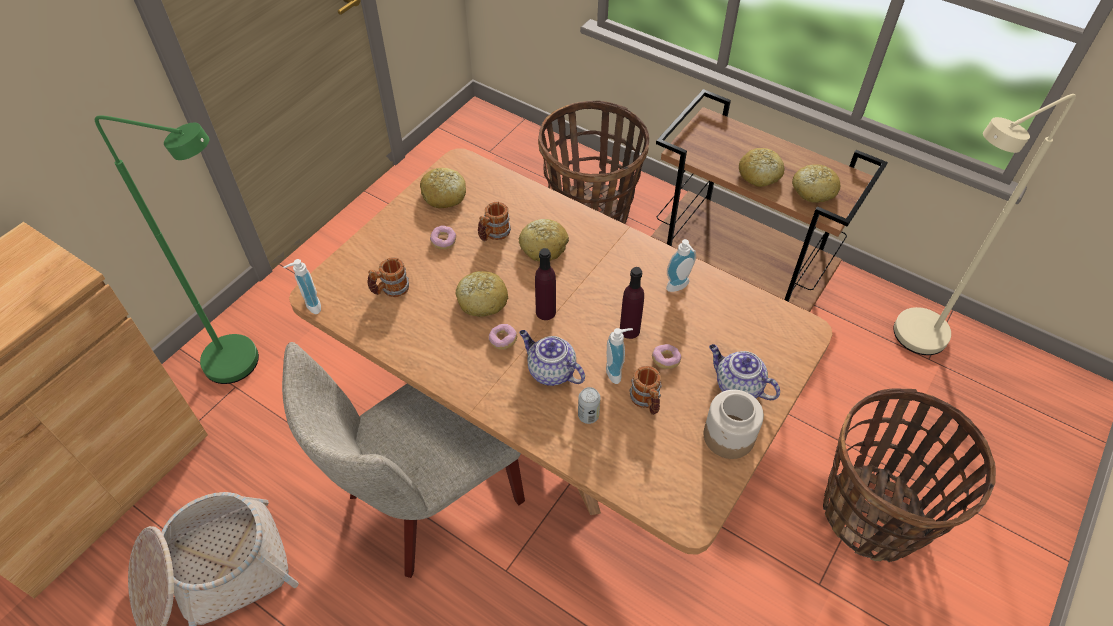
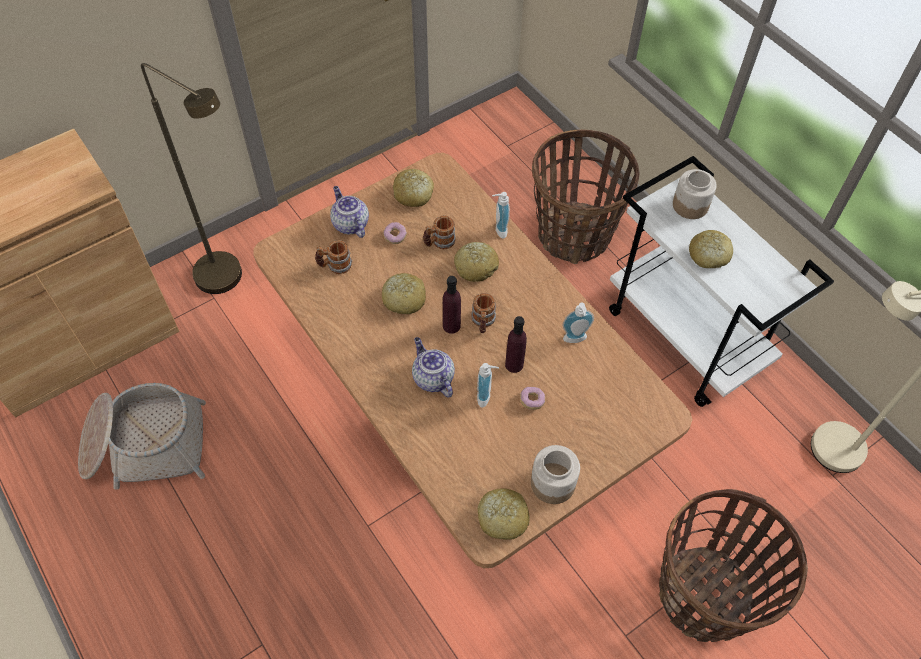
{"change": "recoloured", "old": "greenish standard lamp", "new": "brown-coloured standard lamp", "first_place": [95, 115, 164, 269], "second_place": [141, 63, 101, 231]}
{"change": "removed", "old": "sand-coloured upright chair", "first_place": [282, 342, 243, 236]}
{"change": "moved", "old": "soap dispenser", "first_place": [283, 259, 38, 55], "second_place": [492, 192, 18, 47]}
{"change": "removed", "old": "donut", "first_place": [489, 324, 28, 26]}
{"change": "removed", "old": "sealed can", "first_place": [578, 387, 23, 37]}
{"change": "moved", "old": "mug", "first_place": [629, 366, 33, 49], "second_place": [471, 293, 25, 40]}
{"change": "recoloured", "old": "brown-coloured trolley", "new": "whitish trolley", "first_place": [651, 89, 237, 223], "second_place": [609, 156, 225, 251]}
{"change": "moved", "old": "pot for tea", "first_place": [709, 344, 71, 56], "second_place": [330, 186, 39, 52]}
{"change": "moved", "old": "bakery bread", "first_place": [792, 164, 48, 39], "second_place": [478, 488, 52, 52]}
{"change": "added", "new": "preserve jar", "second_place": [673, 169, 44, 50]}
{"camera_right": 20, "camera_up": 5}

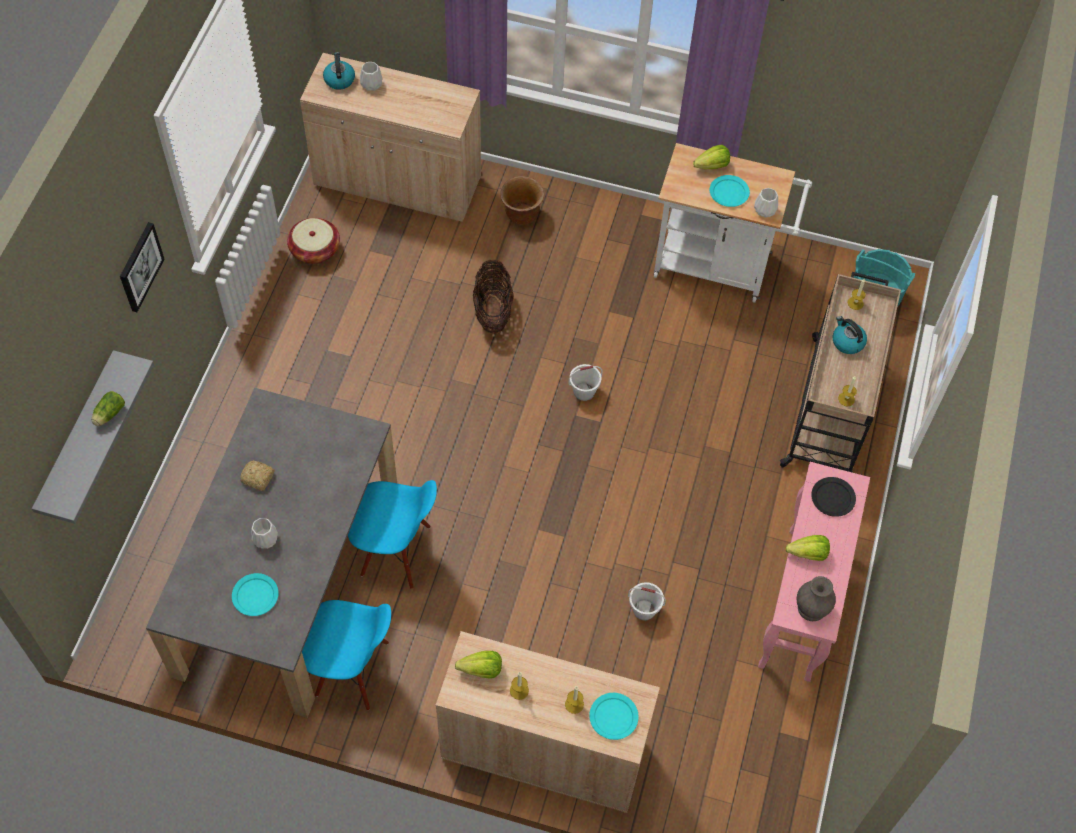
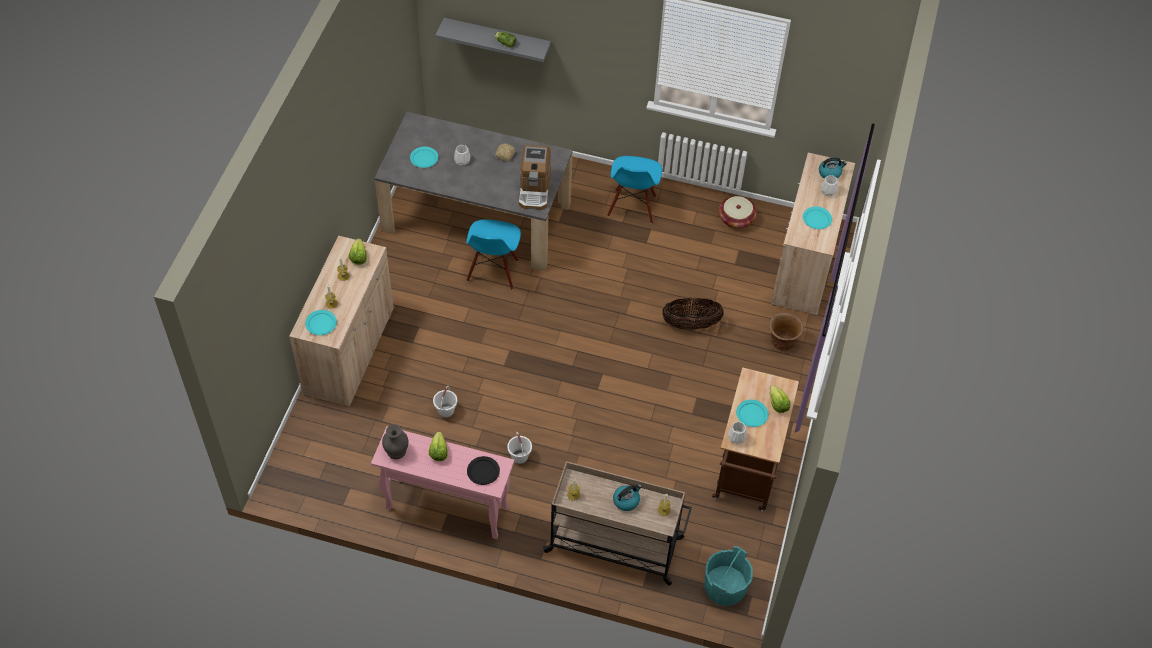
{"change": "removed", "old": "wall art", "first_place": [120, 222, 44, 90]}
{"change": "moved", "old": "blue upright chair", "first_place": [302, 600, 89, 111], "second_place": [607, 156, 55, 68]}
{"change": "moved", "old": "whitish pail", "first_place": [568, 364, 35, 37], "second_place": [507, 432, 25, 32]}
{"change": "recoloured", "old": "whitish trolley", "new": "brown-coloured trolley", "first_place": [654, 143, 158, 160], "second_place": [712, 367, 87, 144]}
{"change": "added", "new": "coffee machine", "second_place": [519, 145, 32, 65]}
{"change": "added", "new": "turquoise plate", "second_place": [803, 206, 29, 23]}
{"camera_right": 90, "camera_up": -5}

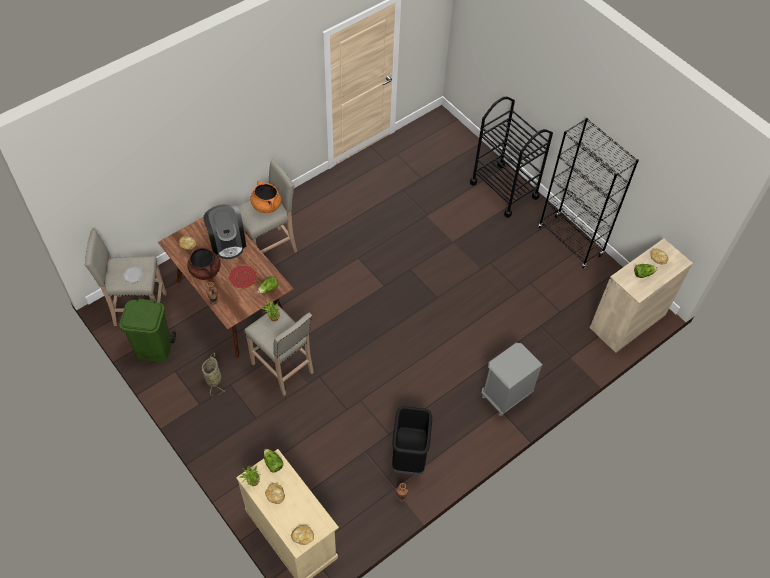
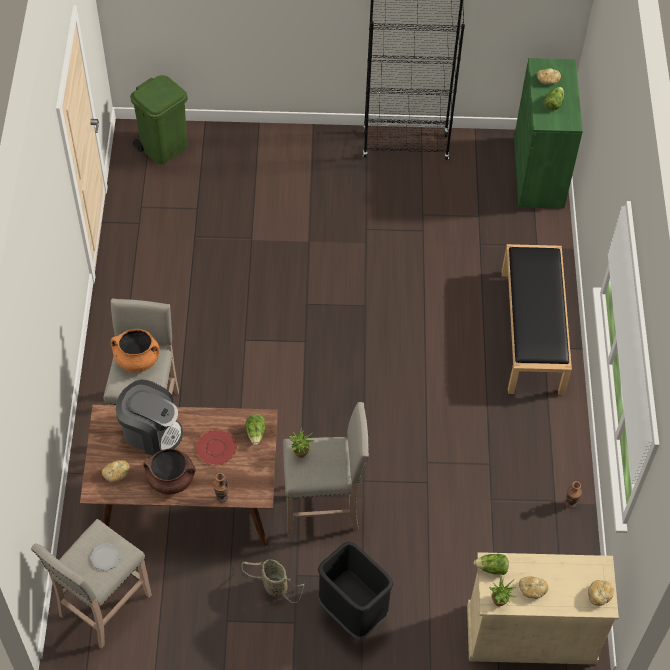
{"change": "moved", "old": "greenish waste bin", "first_place": [119, 299, 57, 63], "second_place": [130, 75, 58, 89]}
{"change": "moved", "old": "black waste bin", "first_place": [392, 406, 40, 69], "second_place": [318, 541, 75, 99]}
{"change": "removed", "old": "black trolley", "first_place": [470, 96, 83, 122]}
{"change": "replaced", "old": "greyish nightstand", "new": "black bench", "first_place": [481, 343, 62, 73], "second_place": [502, 244, 70, 151]}
{"change": "recoloured", "old": "sand-coloured storage cabinet", "new": "greenish storage cabinet", "first_place": [590, 238, 103, 115], "second_place": [514, 58, 69, 151]}
{"camera_right": -50, "camera_up": 0}

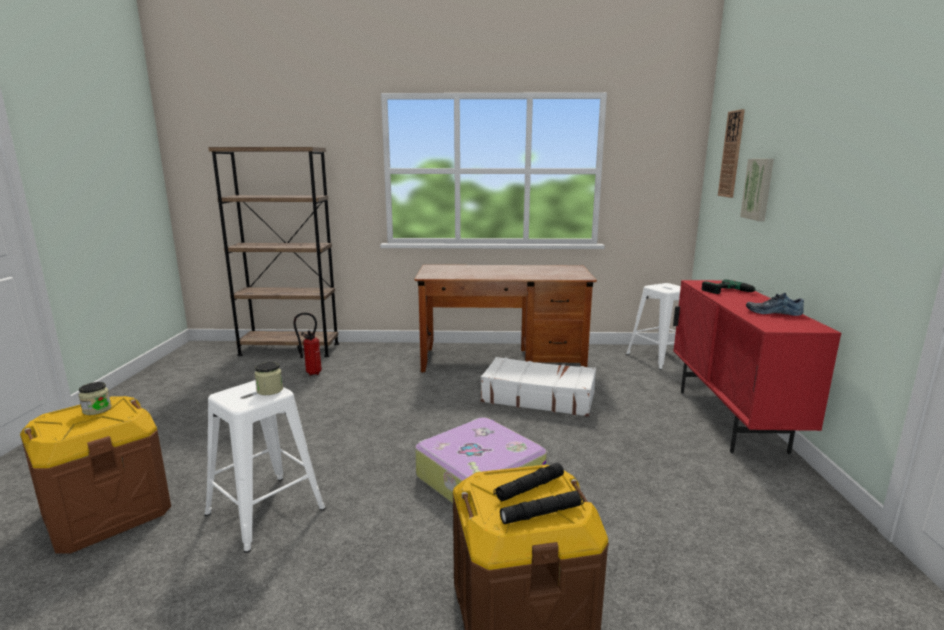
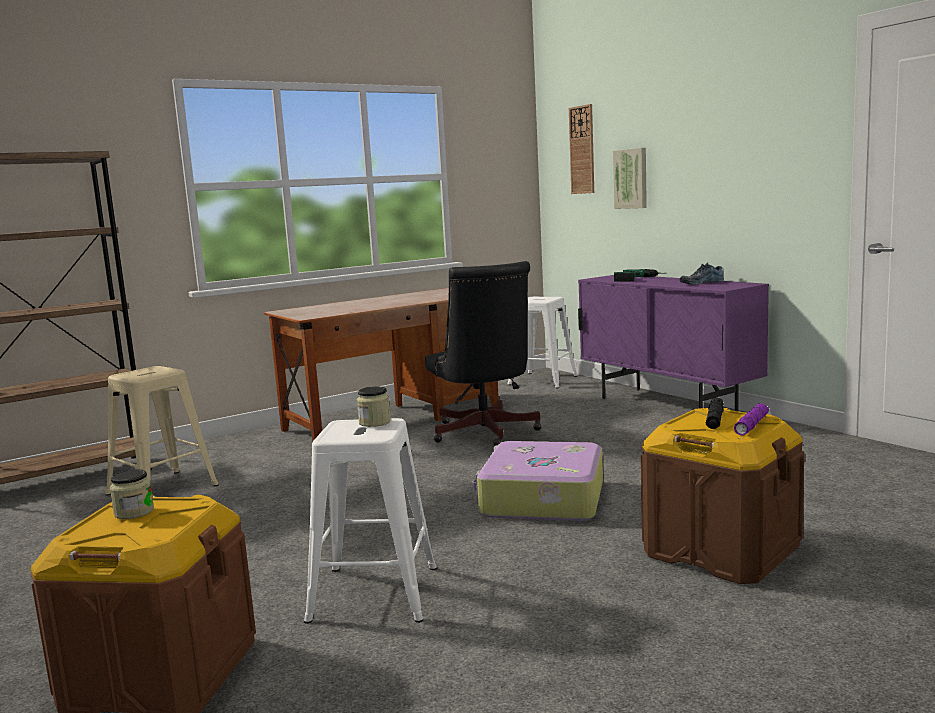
{"change": "replaced", "old": "fire-fighting cylinder", "new": "sand-coloured stool seat", "first_place": [294, 312, 28, 64], "second_place": [105, 366, 114, 130]}
{"change": "replaced", "old": "whitish travel case", "new": "black computer chair", "first_place": [481, 357, 115, 60], "second_place": [425, 261, 117, 185]}
{"change": "recoloured", "old": "black torch", "new": "purple torch", "first_place": [500, 490, 84, 34], "second_place": [734, 403, 35, 33]}
{"change": "recoloured", "old": "red storage cabinet", "new": "purple storage cabinet", "first_place": [673, 280, 168, 174], "second_place": [578, 275, 191, 136]}
{"camera_right": -35, "camera_up": -5}

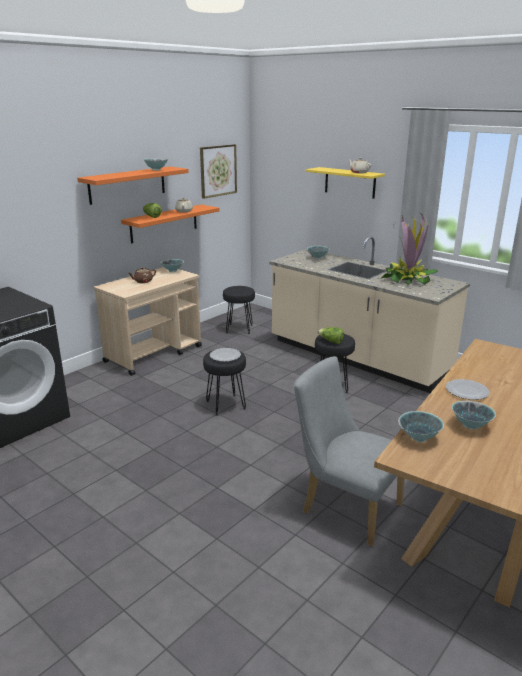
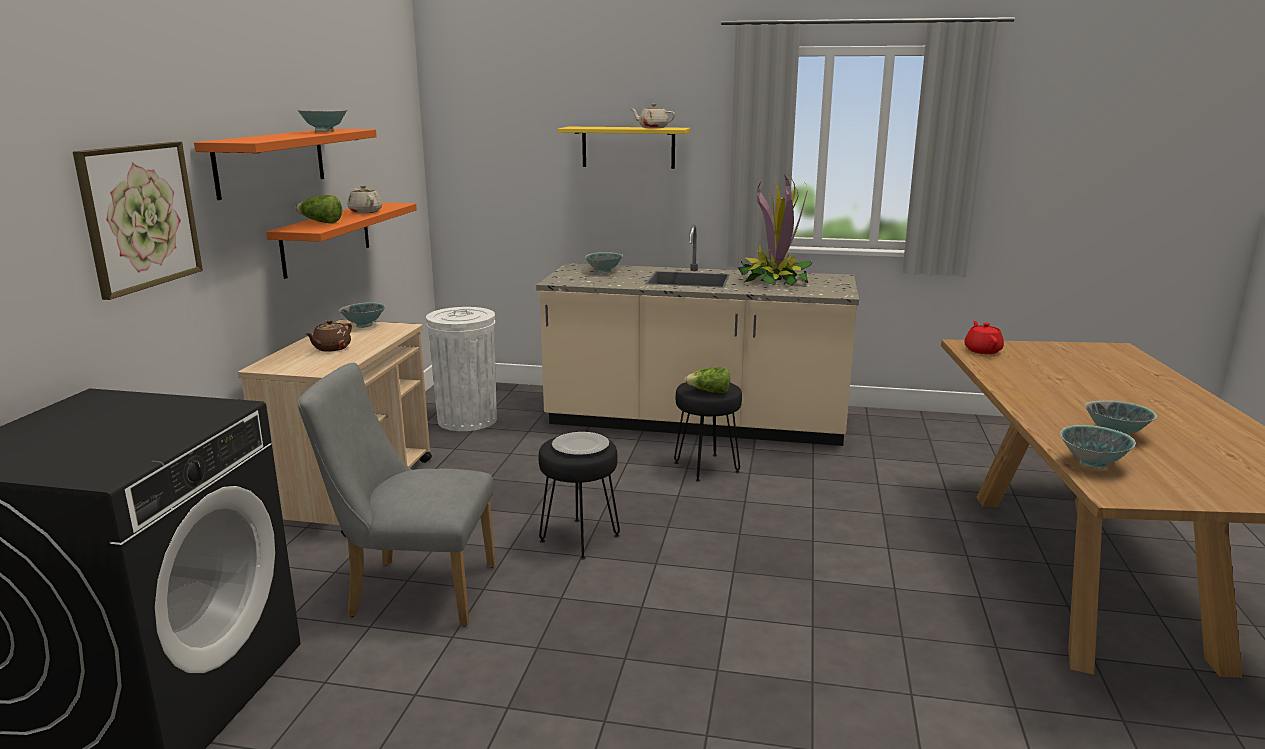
{"change": "moved", "old": "wall art", "first_place": [200, 144, 37, 55], "second_place": [73, 142, 130, 158]}
{"change": "replaced", "old": "black stool seat", "new": "whitish waste bin", "first_place": [223, 286, 32, 48], "second_place": [426, 307, 71, 124]}
{"change": "moved", "old": "greyish upright chair", "first_place": [294, 356, 111, 190], "second_place": [298, 362, 198, 265]}
{"change": "removed", "old": "plate", "first_place": [446, 379, 44, 21]}
{"change": "added", "new": "red pot for tea", "second_place": [964, 321, 40, 33]}
{"camera_right": -30, "camera_up": -5}

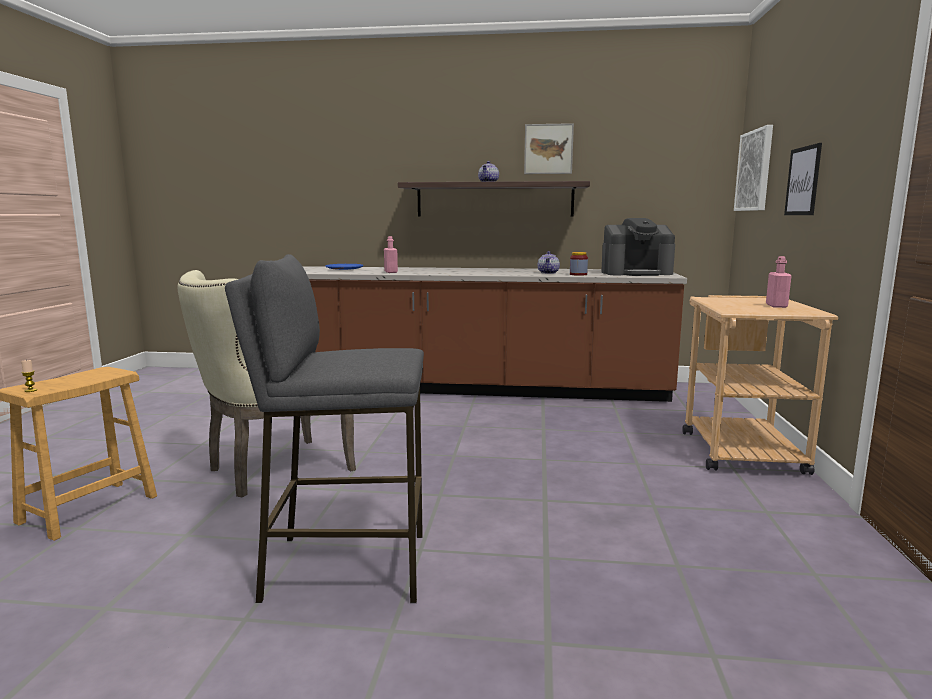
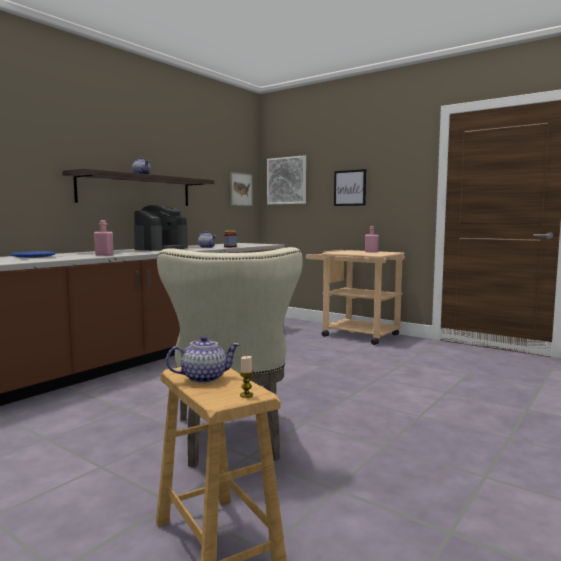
{"change": "removed", "old": "greyish stool seat", "first_place": [225, 254, 199, 349]}
{"change": "moved", "old": "wall art", "first_place": [524, 123, 50, 51], "second_place": [230, 172, 23, 34]}
{"change": "moved", "old": "coffee machine", "first_place": [601, 218, 74, 58], "second_place": [134, 205, 54, 46]}
{"change": "added", "new": "pot for tea", "second_place": [166, 336, 74, 47]}
{"camera_right": -60, "camera_up": -5}

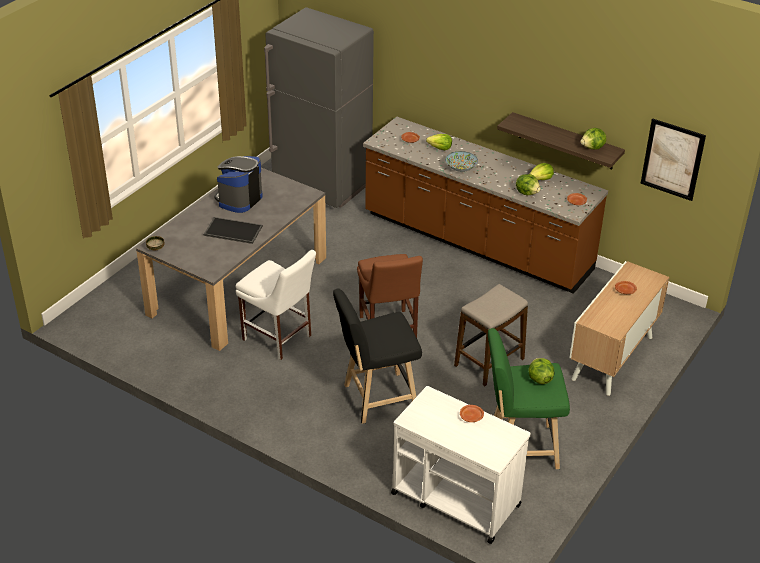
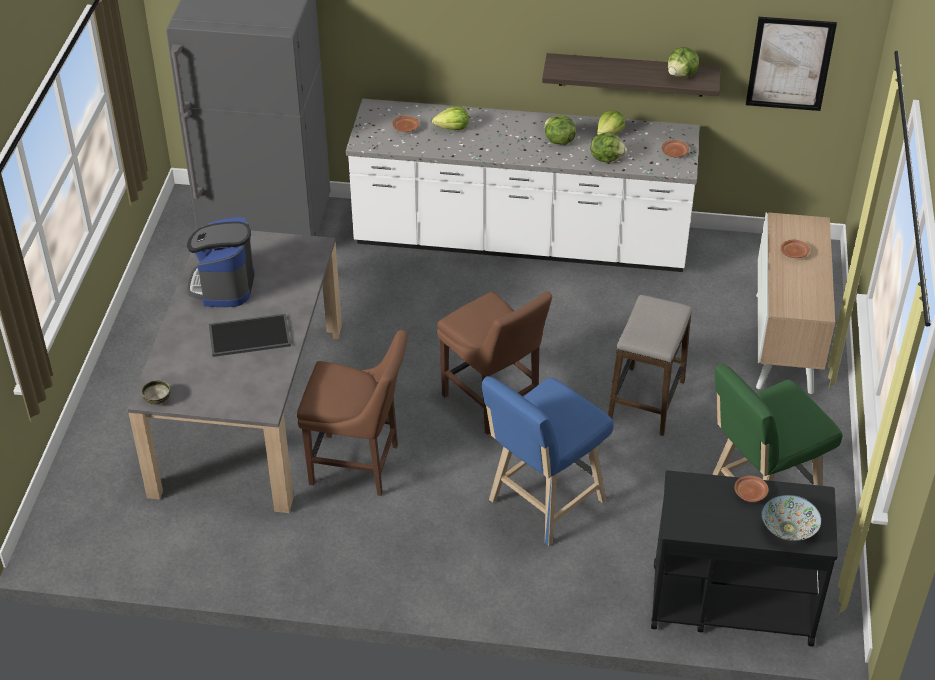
{"change": "recoloured", "old": "whitish upright chair", "new": "brown-coloured upright chair", "first_place": [236, 250, 80, 110], "second_place": [297, 330, 111, 166]}
{"change": "recoloured", "old": "black stool seat", "new": "blue stool seat", "first_place": [333, 288, 89, 136], "second_place": [482, 376, 132, 170]}
{"change": "recoloured", "old": "brown-coloured kitchen counter", "new": "whitish kitchen counter", "first_place": [363, 117, 245, 177], "second_place": [346, 99, 354, 173]}
{"change": "recoloured", "old": "whitish trolley", "new": "black trolley", "first_place": [391, 386, 140, 158], "second_place": [651, 470, 187, 177]}
{"change": "moved", "old": "serving bowl", "first_place": [445, 151, 33, 21], "second_place": [762, 495, 59, 46]}
{"change": "moved", "old": "lettuce head", "first_place": [528, 358, 26, 26], "second_place": [545, 115, 31, 30]}
{"camera_right": -25, "camera_up": 5}

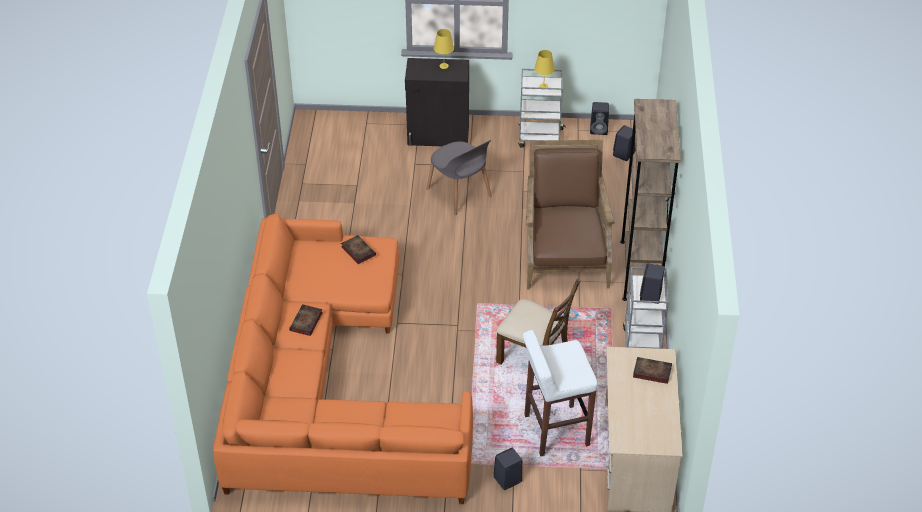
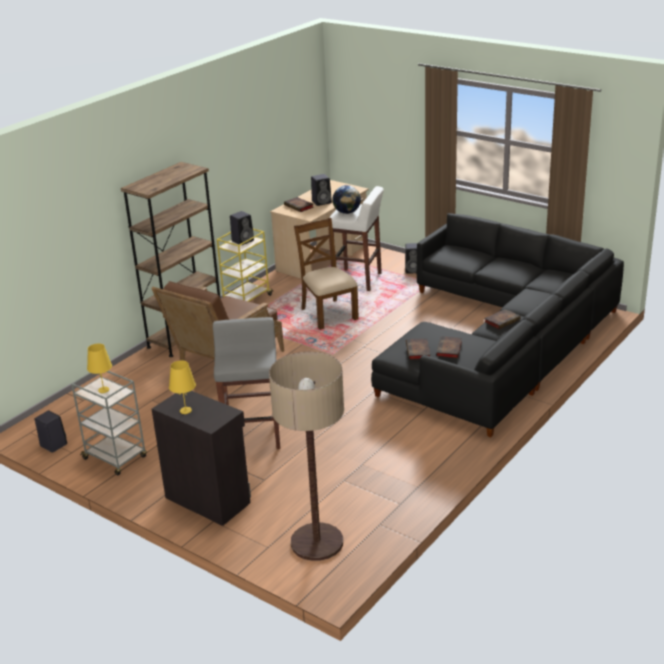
{"change": "recoloured", "old": "orangey settee", "new": "black settee", "first_place": [213, 214, 260, 290], "second_place": [371, 213, 253, 224]}
{"change": "replaced", "old": "greyish upright chair", "new": "greyish stool seat", "first_place": [427, 140, 65, 75], "second_place": [213, 317, 67, 132]}
{"change": "moved", "old": "black loudspeaker", "first_place": [613, 125, 22, 36], "second_place": [311, 174, 21, 32]}
{"change": "recoloured", "old": "greyish trolley", "new": "yellowish trolley", "first_place": [623, 267, 46, 82], "second_place": [217, 229, 56, 73]}
{"change": "added", "new": "standard lamp", "second_place": [269, 352, 75, 209]}
{"change": "added", "new": "desk globe", "second_place": [333, 185, 28, 29]}
{"change": "added", "new": "volume", "second_place": [436, 336, 26, 23]}
{"camera_right": -145, "camera_up": -15}

